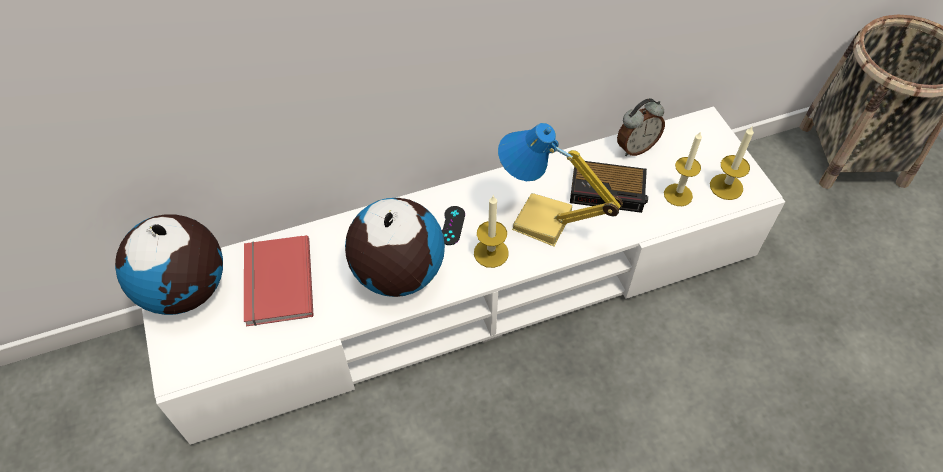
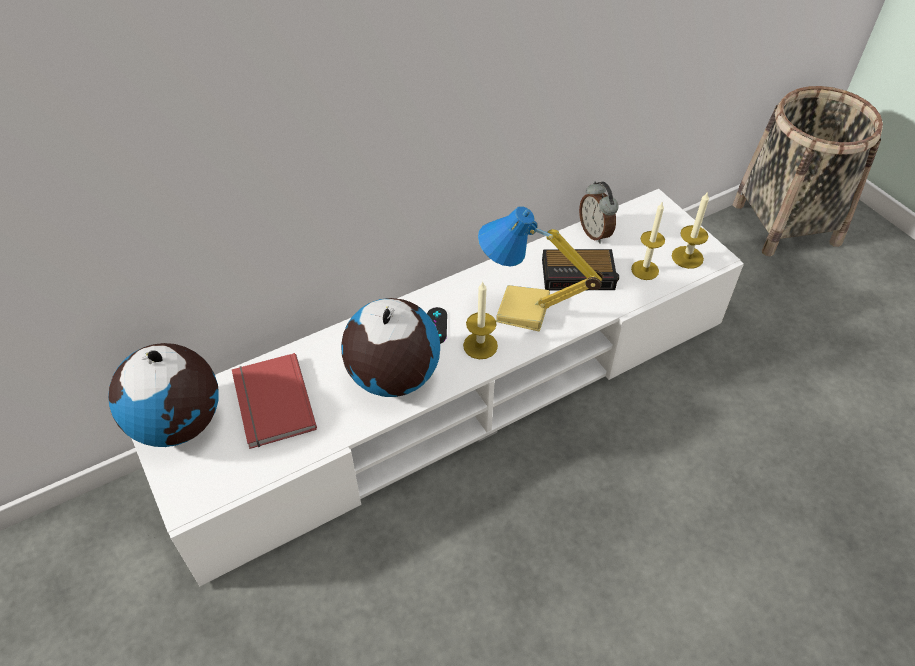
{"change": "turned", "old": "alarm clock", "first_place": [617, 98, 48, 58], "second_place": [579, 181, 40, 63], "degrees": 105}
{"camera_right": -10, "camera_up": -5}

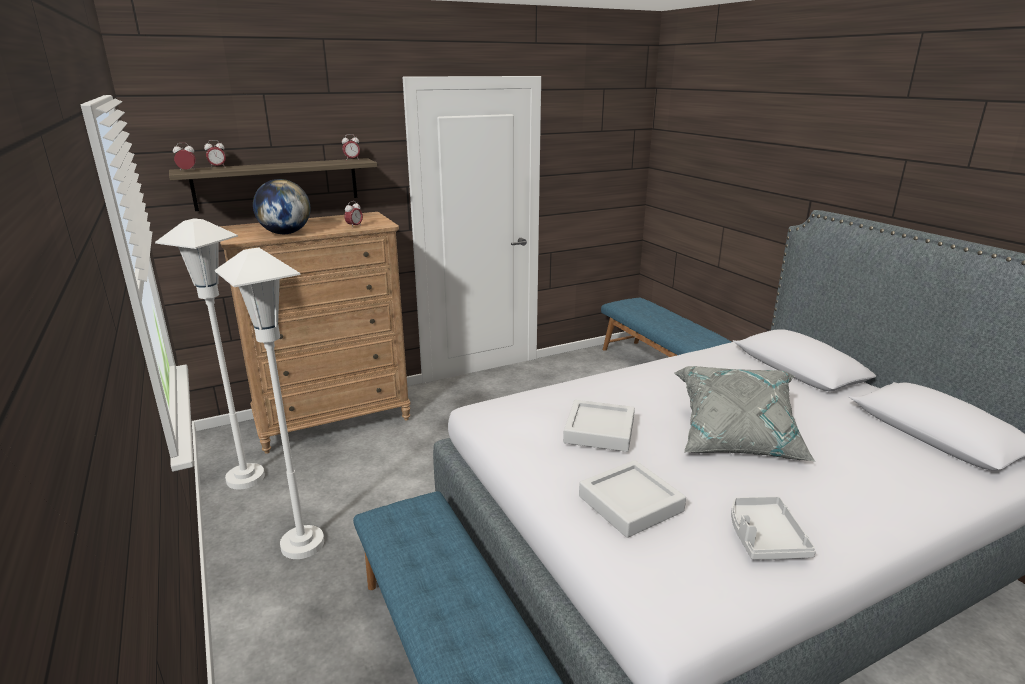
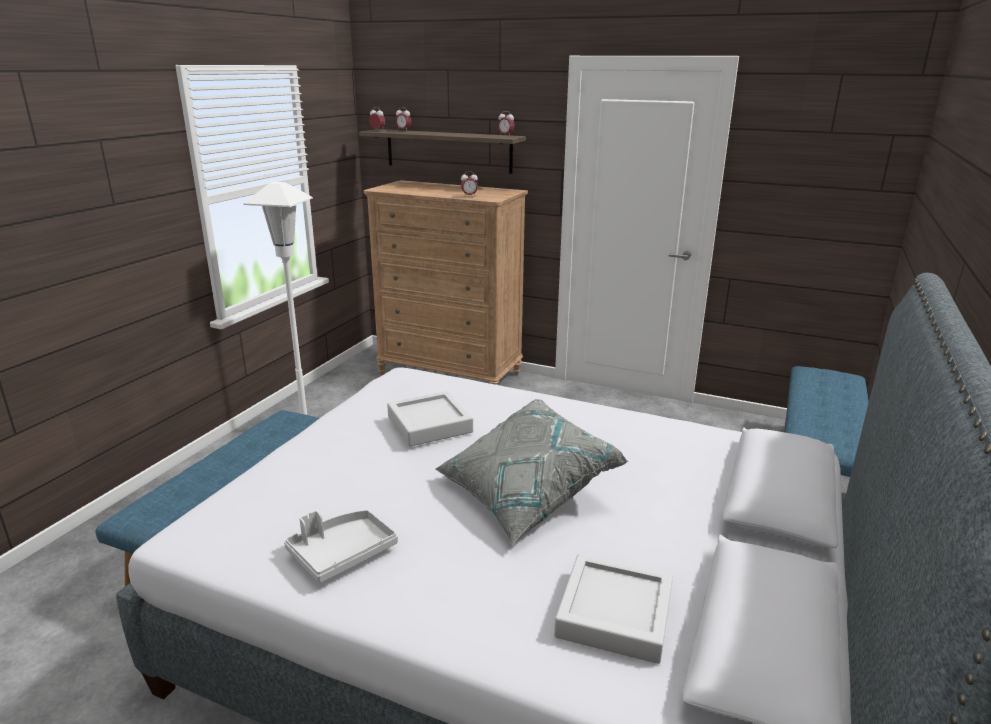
{"change": "removed", "old": "whitish standard lamp", "first_place": [155, 218, 110, 271]}
{"change": "removed", "old": "desk globe", "first_place": [253, 179, 57, 55]}
{"change": "moved", "old": "greyish serving tray", "first_place": [579, 460, 107, 78], "second_place": [554, 554, 119, 110]}
{"camera_right": 50, "camera_up": 0}

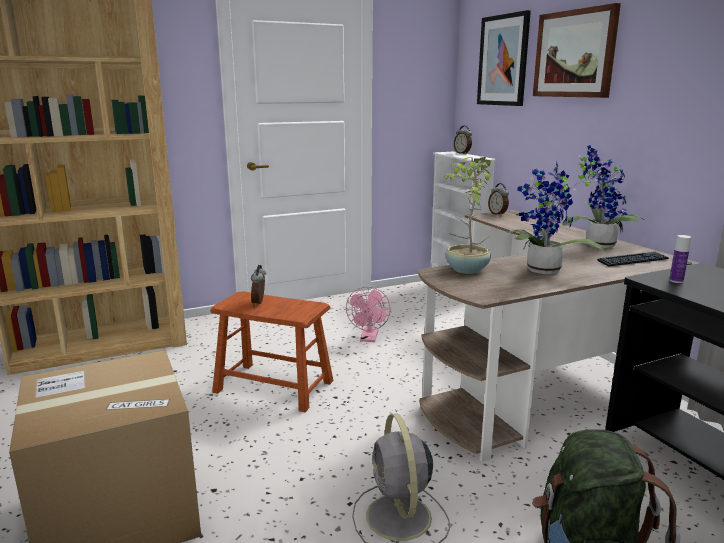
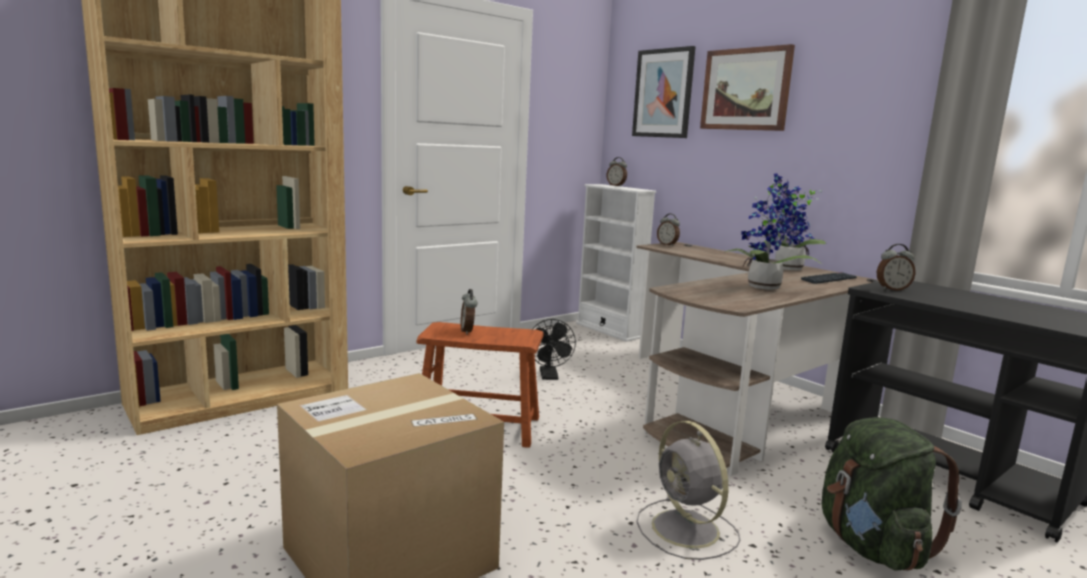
{"change": "recoloured", "old": "pinkish electric fan", "new": "black electric fan", "first_place": [346, 286, 45, 56], "second_place": [533, 319, 43, 61]}
{"change": "removed", "old": "houseplant", "first_place": [443, 157, 48, 117]}
{"change": "replaced", "old": "drink bottle", "new": "alarm clock", "first_place": [669, 235, 22, 48], "second_place": [877, 244, 39, 47]}
{"camera_right": -15, "camera_up": -5}

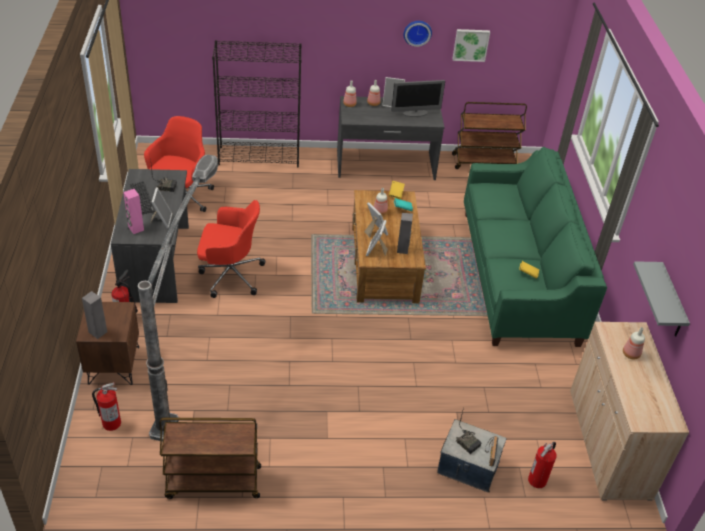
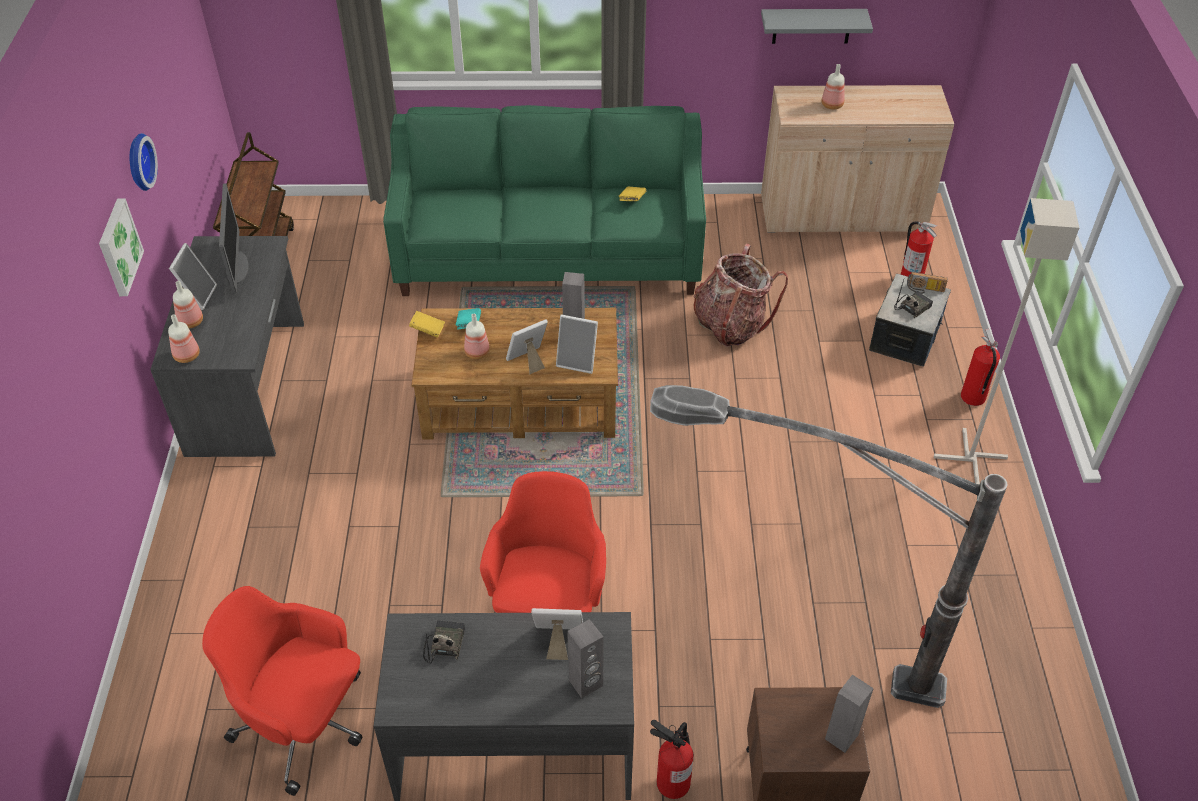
{"change": "moved", "old": "fire-fighting cylinder", "first_place": [92, 382, 29, 49], "second_place": [961, 329, 39, 77]}
{"change": "recoloured", "old": "pinkish loudspeaker", "new": "greyish loudspeaker", "first_place": [123, 189, 21, 45], "second_place": [567, 619, 37, 79]}
{"change": "removed", "old": "PC keyboard", "first_place": [130, 181, 25, 33]}
{"change": "removed", "old": "brown-coloured trolley", "first_place": [159, 418, 102, 81]}
{"change": "removed", "old": "black shelving unit", "first_place": [212, 40, 90, 127]}
{"change": "moved", "old": "wall art", "first_place": [453, 29, 37, 33], "second_place": [99, 199, 45, 97]}
{"change": "added", "new": "rucksack", "second_place": [693, 244, 95, 103]}
{"change": "added", "new": "greyish standard lamp", "second_place": [934, 198, 145, 287]}
{"camera_right": -85, "camera_up": 5}

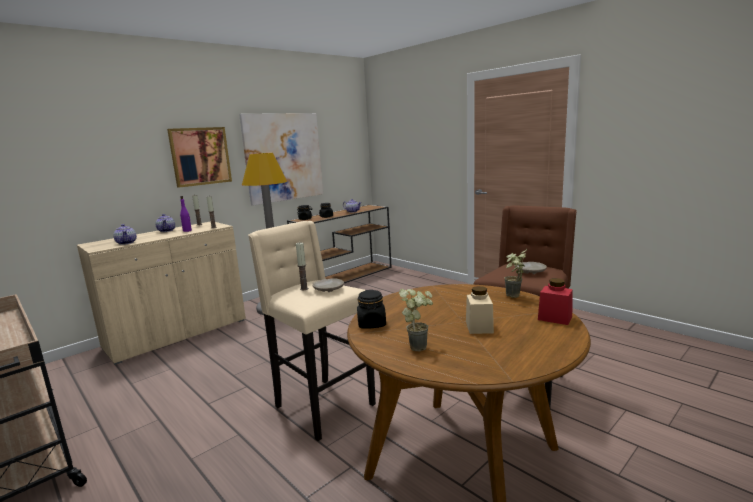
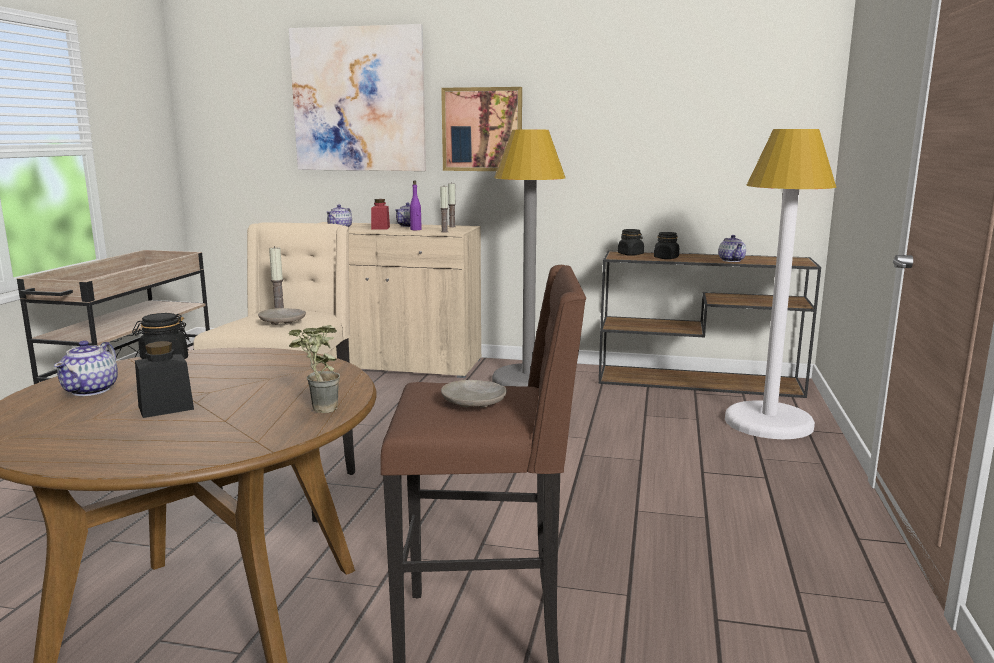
{"change": "moved", "old": "wall art", "first_place": [239, 113, 84, 93], "second_place": [289, 24, 137, 147]}
{"change": "replaced", "old": "houseplant", "new": "pot for tea", "first_place": [399, 289, 34, 63], "second_place": [54, 340, 64, 56]}
{"change": "recoloured", "old": "sand-coloured preserve jar", "new": "black preserve jar", "first_place": [466, 286, 28, 48], "second_place": [135, 341, 59, 77]}
{"change": "moved", "old": "red preserve jar", "first_place": [538, 278, 35, 47], "second_place": [371, 199, 19, 30]}
{"change": "added", "new": "whitish standard lamp", "second_place": [725, 129, 112, 310]}
{"camera_right": 55, "camera_up": 0}

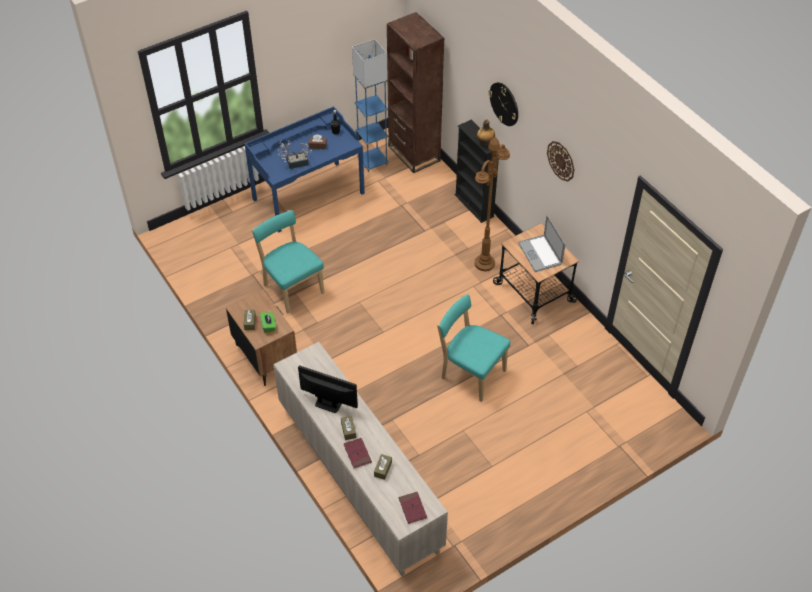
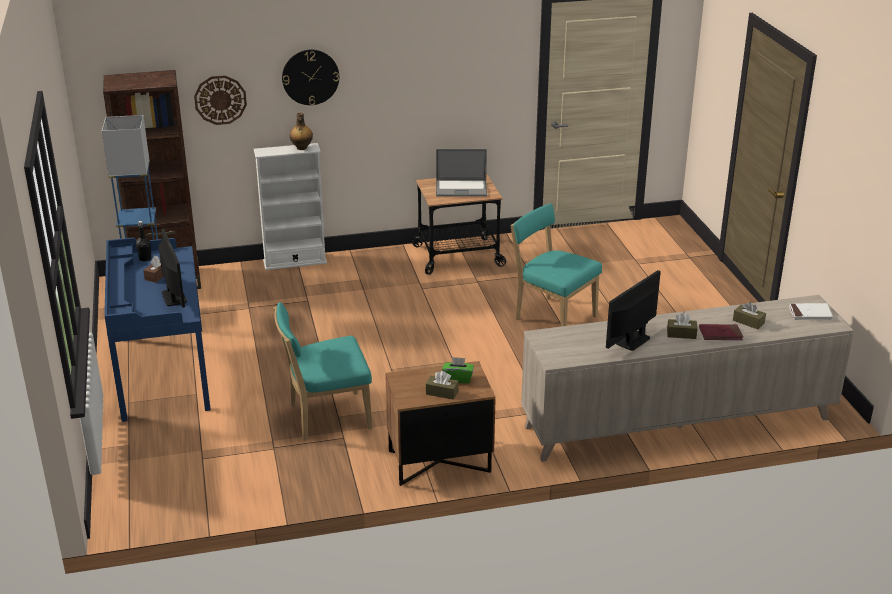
{"change": "replaced", "old": "houseplant", "new": "monitor", "first_place": [278, 140, 34, 29], "second_place": [159, 229, 28, 79]}
{"change": "recoloured", "old": "red volume", "new": "whitish volume", "first_place": [399, 492, 28, 32], "second_place": [789, 303, 44, 17]}
{"change": "turned", "old": "turquoise upright chair", "first_place": [437, 294, 73, 108], "second_place": [511, 204, 91, 123], "degrees": 75}
{"change": "recoloured", "old": "black shelving unit", "new": "whitish shelving unit", "first_place": [454, 120, 45, 103], "second_place": [254, 143, 73, 127]}
{"change": "removed", "old": "brown-coloured standard lamp", "first_place": [475, 137, 35, 134]}
{"change": "moved", "old": "clock on the wall", "first_place": [547, 141, 28, 40], "second_place": [194, 75, 53, 50]}
{"camera_right": -70, "camera_up": -20}

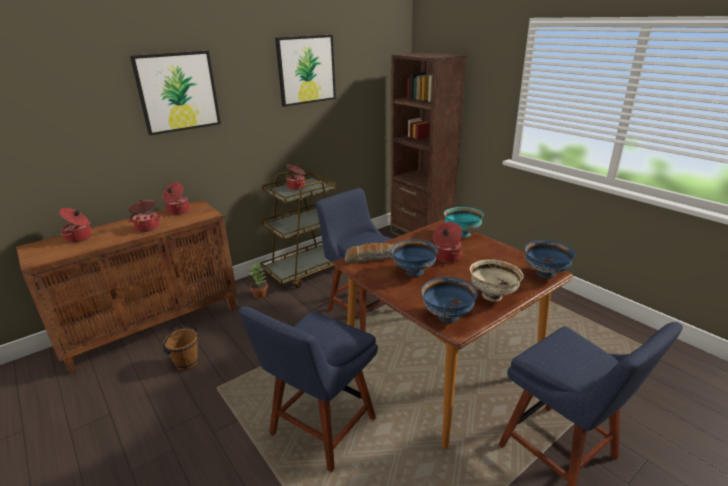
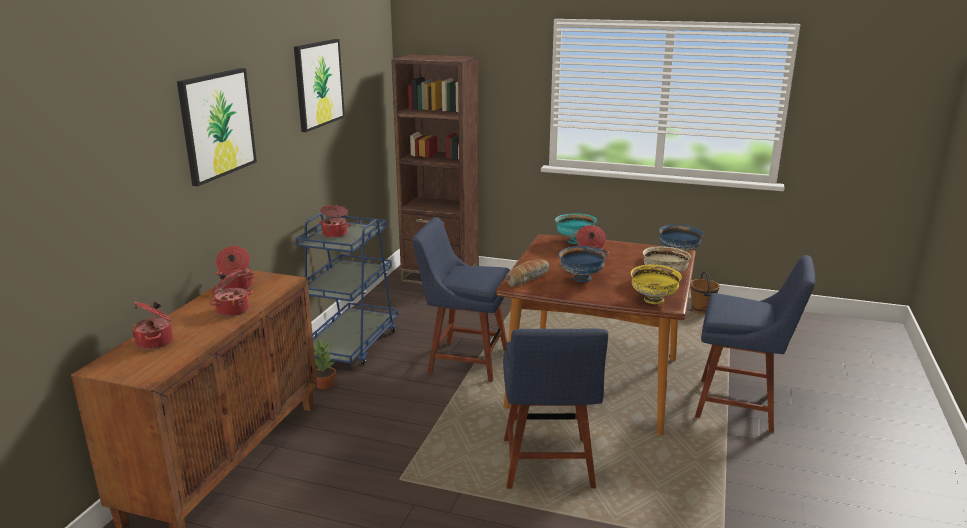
{"change": "moved", "old": "brown-coloured pail", "first_place": [163, 324, 36, 46], "second_place": [690, 271, 30, 43]}
{"change": "recoloured", "old": "brown-coloured trolley", "new": "blue trolley", "first_place": [260, 171, 77, 117], "second_place": [295, 213, 103, 152]}
{"change": "recoloured", "old": "blue serving bowl", "new": "yellowish serving bowl", "first_place": [421, 277, 56, 46], "second_place": [631, 265, 51, 39]}
{"camera_right": -35, "camera_up": -5}

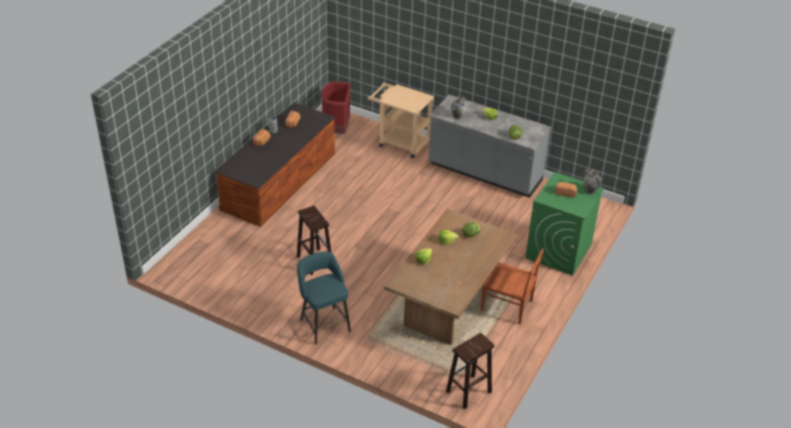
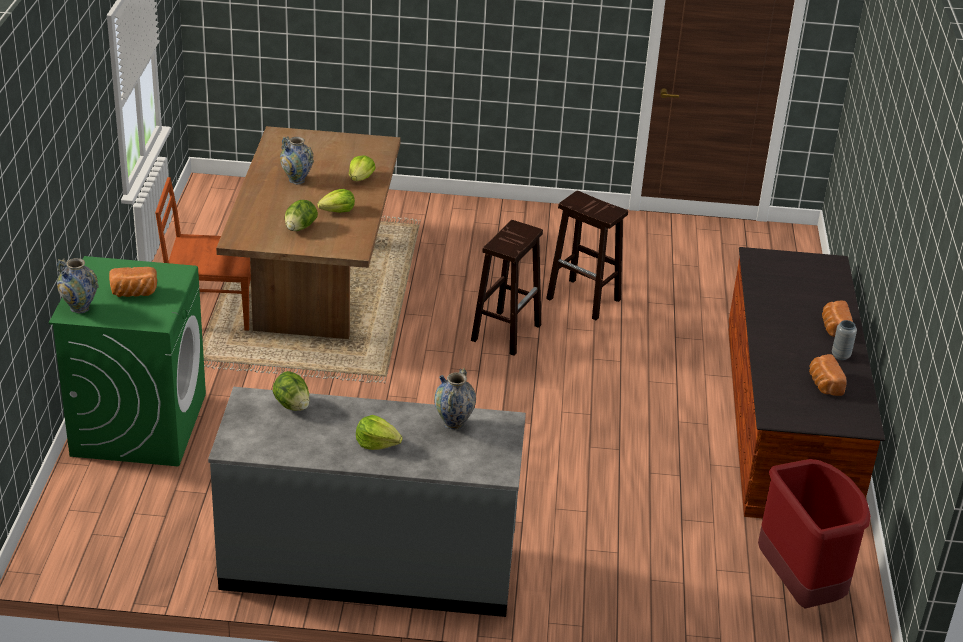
{"change": "removed", "old": "turquoise stool seat", "first_place": [297, 251, 54, 93]}
{"change": "removed", "old": "sand-coloured trolley", "first_place": [368, 83, 66, 75]}
{"change": "moved", "old": "brown-coloured stool seat", "first_place": [446, 333, 49, 76], "second_place": [471, 220, 72, 136]}
{"change": "added", "new": "decorative vase", "second_place": [280, 136, 34, 48]}
{"camera_right": 155, "camera_up": -5}

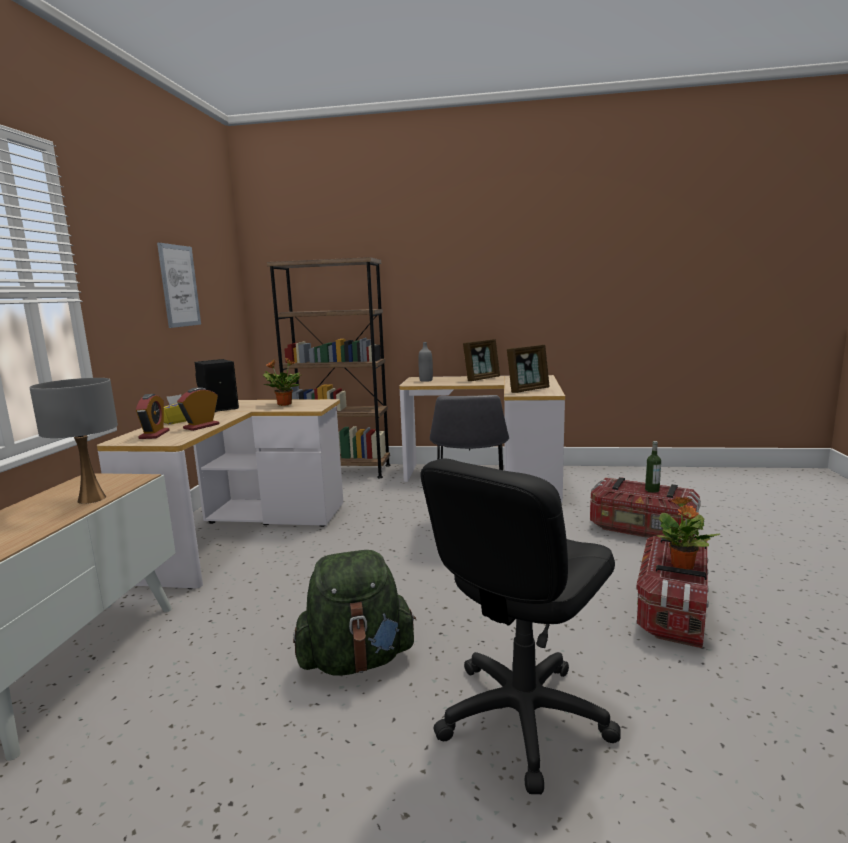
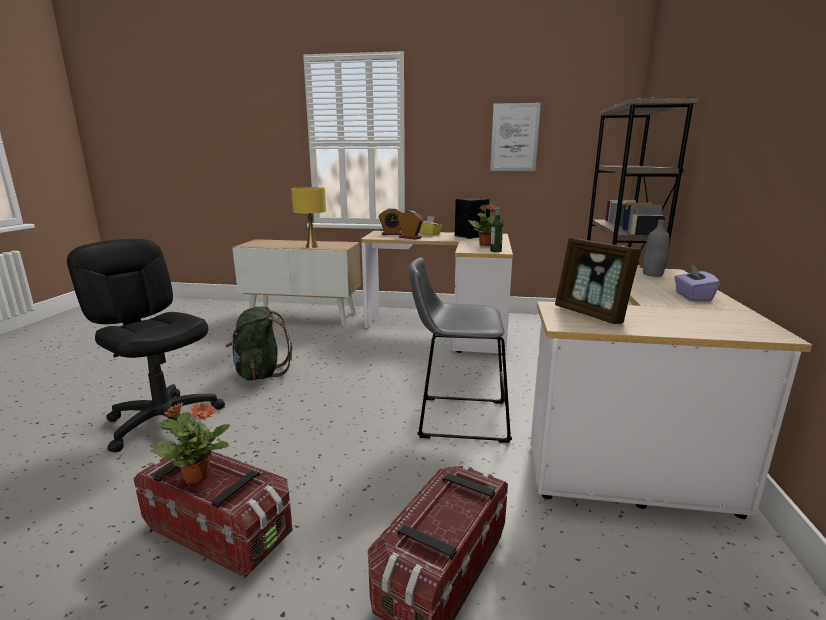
{"change": "recoloured", "old": "greyish table lamp", "new": "yellowish table lamp", "first_place": [29, 378, 89, 126], "second_place": [291, 187, 35, 61]}
{"change": "replaced", "old": "picture frame", "new": "purple tissue holder", "first_place": [463, 339, 37, 42], "second_place": [674, 264, 46, 38]}
{"change": "moved", "old": "drink bottle", "first_place": [645, 441, 16, 52], "second_place": [490, 207, 13, 45]}
{"camera_right": 90, "camera_up": 5}

